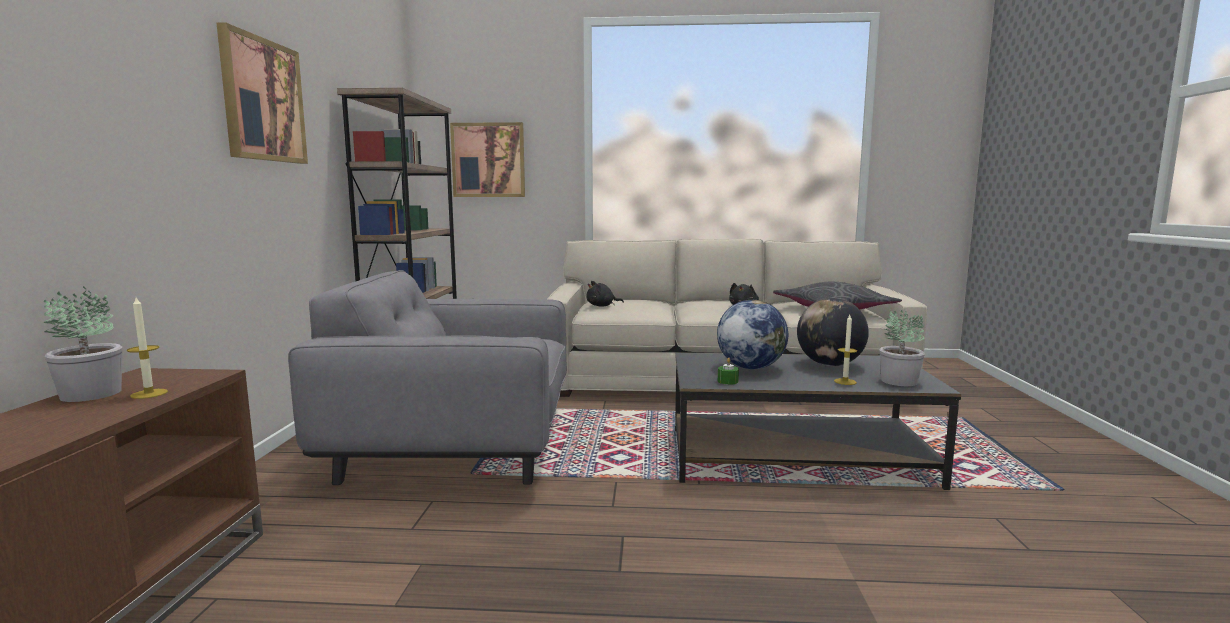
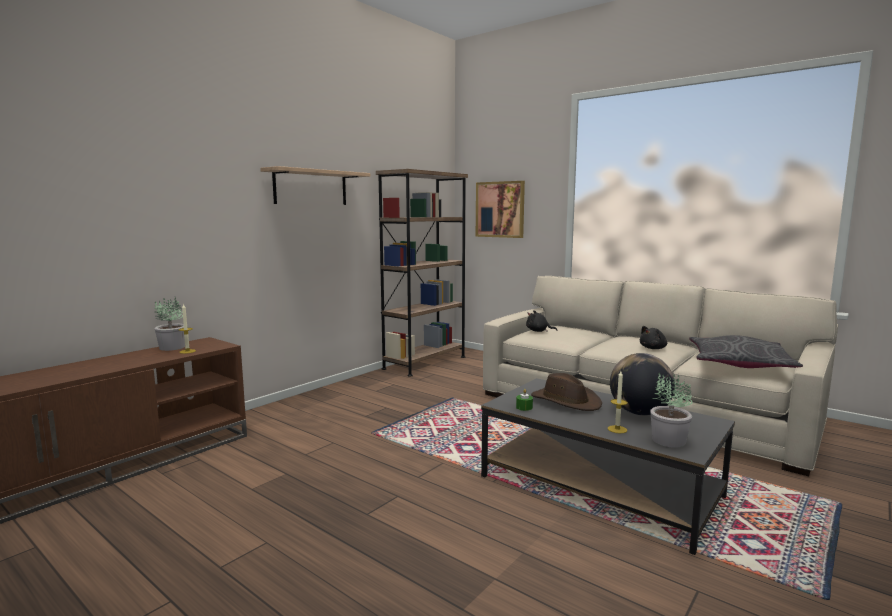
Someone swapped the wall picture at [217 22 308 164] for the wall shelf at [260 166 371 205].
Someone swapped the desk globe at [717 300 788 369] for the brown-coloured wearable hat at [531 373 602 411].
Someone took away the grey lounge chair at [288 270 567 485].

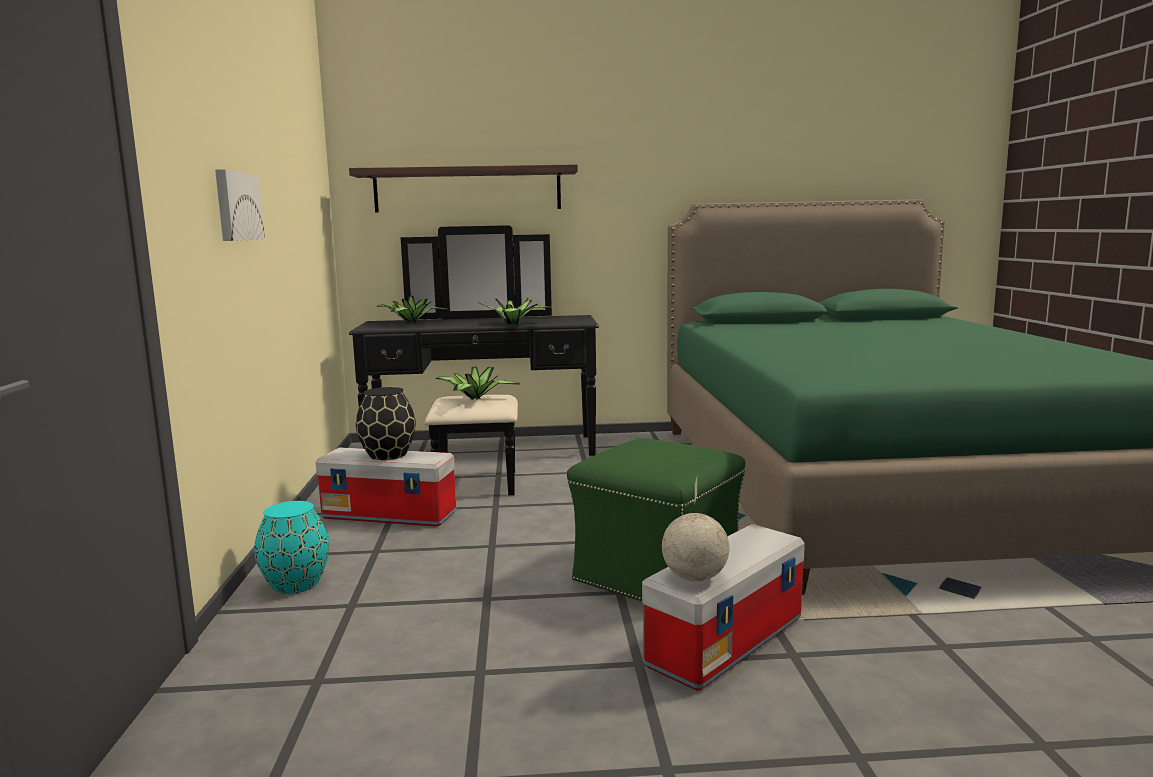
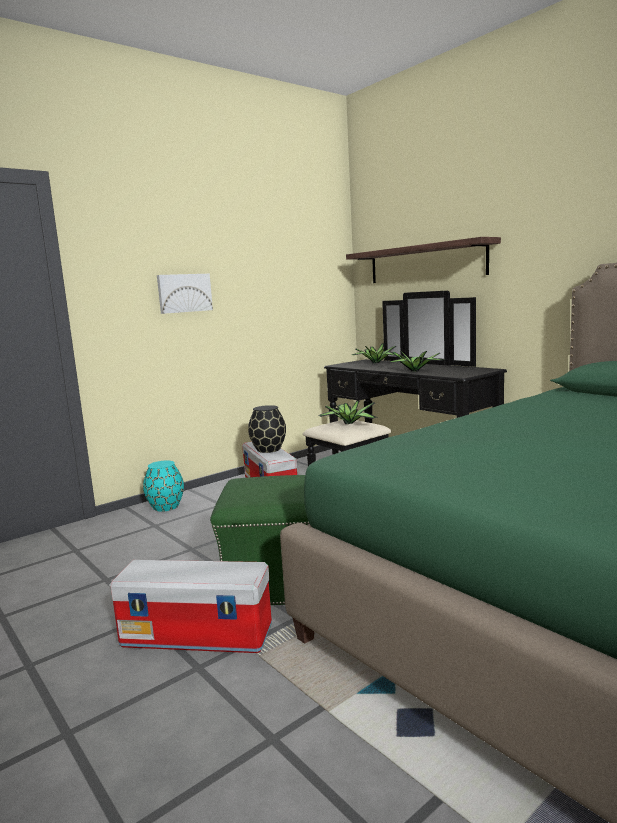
Someone took away the desk globe at [662 478 729 581].

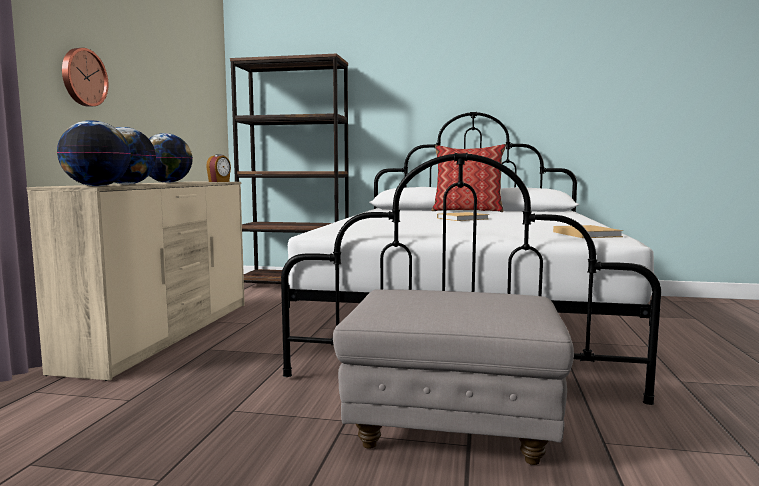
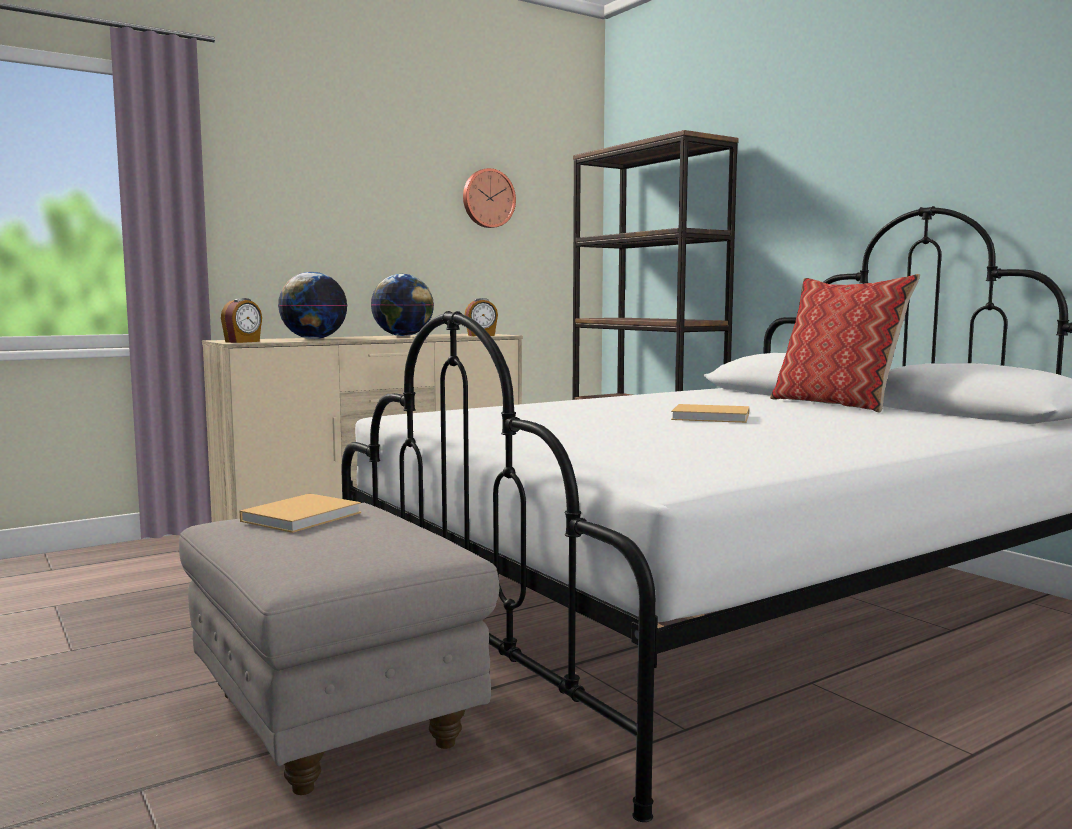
Someone swapped the desk globe at [57 120 131 186] for the alarm clock at [221 298 262 343].
Someone carried the sand-coloured volume from [553 225 623 238] to [240 493 361 533].
Someone carried the hanging clock from [62 48 108 106] to [463 168 516 228].

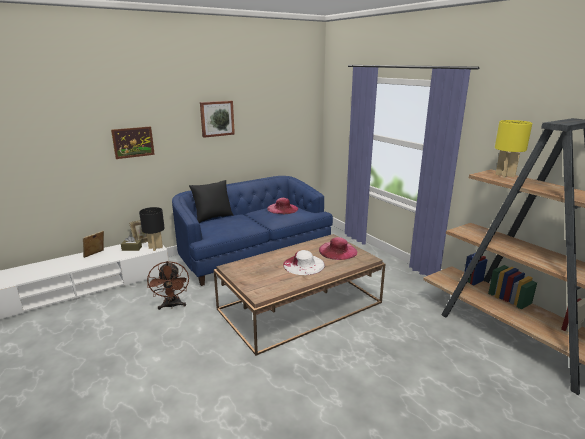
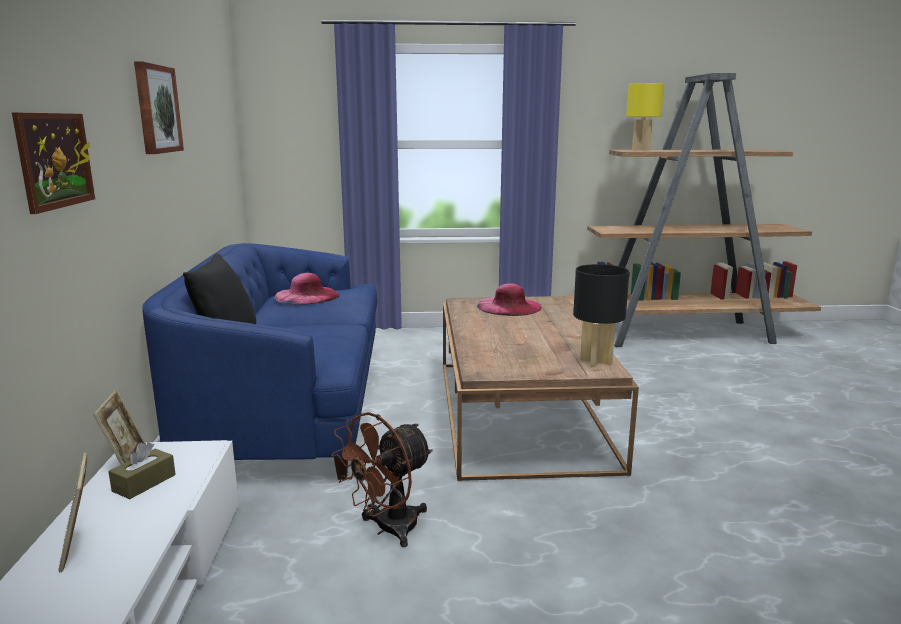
Someone rotated the brown-coloured electric fan at [147 261 189 310] by 120 degrees clockwise.
Someone carried the black-coloured tabletop lamp from [139 207 165 251] to [573 264 629 367].
Someone took away the white-coloured wearable hat at [283 250 325 275].

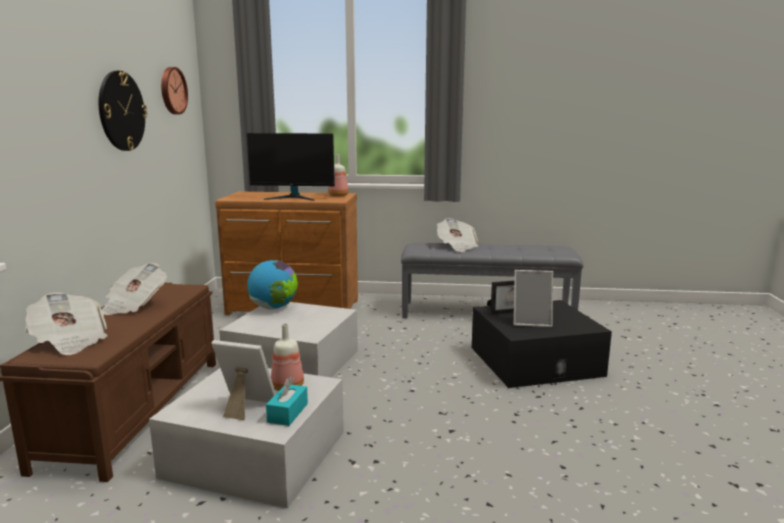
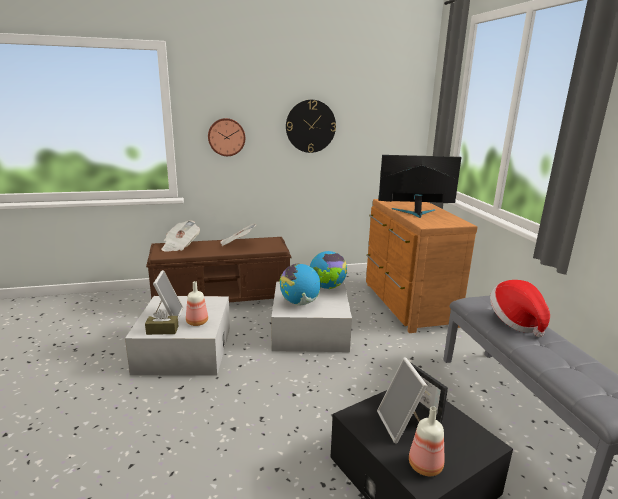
Someone repainted the turquoise-coloured box of tissues at [266 377 308 426], which became the brown-coloured box of tissues at [145 309 178 335].
Someone carried the hanging clock from [161 67 188 114] to [208 118 245 156].
Someone put down the desk globe at [279 263 321 306].
Someone rotated the computer display at [247 133 335 201] by 105 degrees clockwise.
Someone carried the drink bottle from [329 154 349 197] to [409 406 444 476].
Someone swapped the daily paper at [437 218 479 252] for the wearable hat at [490 280 550 337].

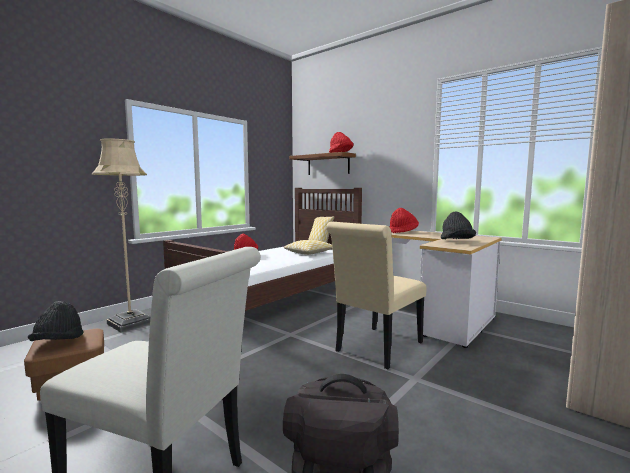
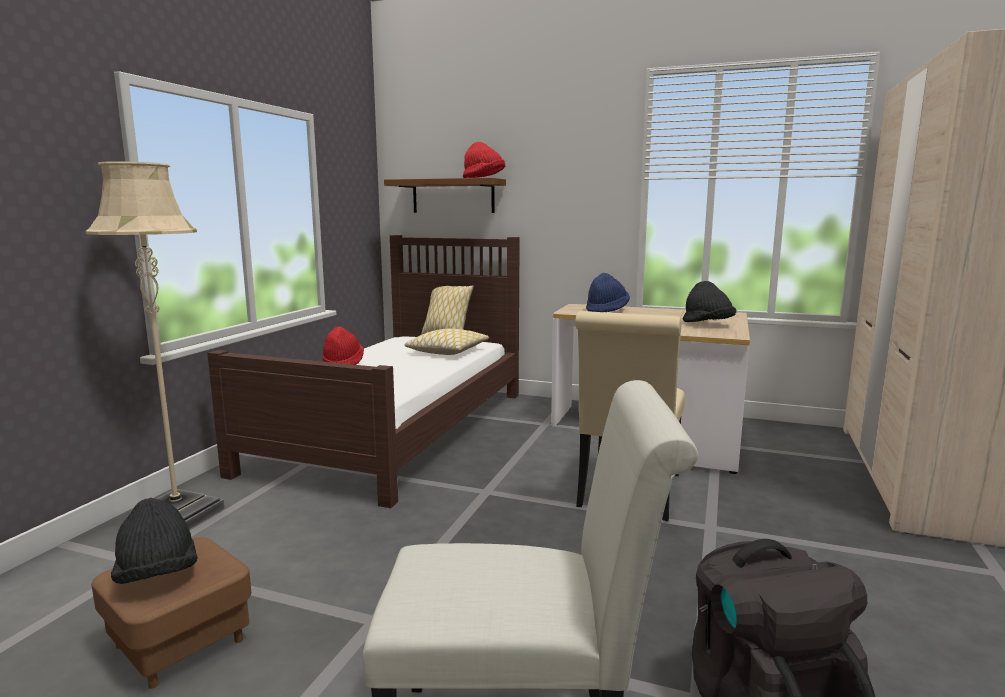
Someone repainted the red wearable hat at [390 208 419 233], which became the bluish wearable hat at [586 273 630 312].

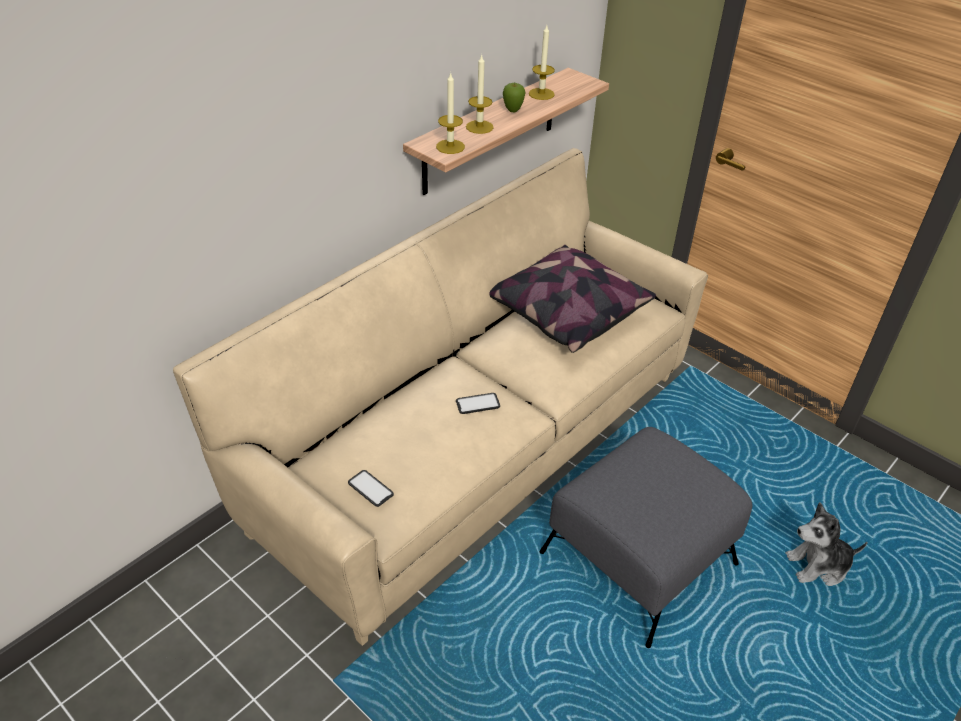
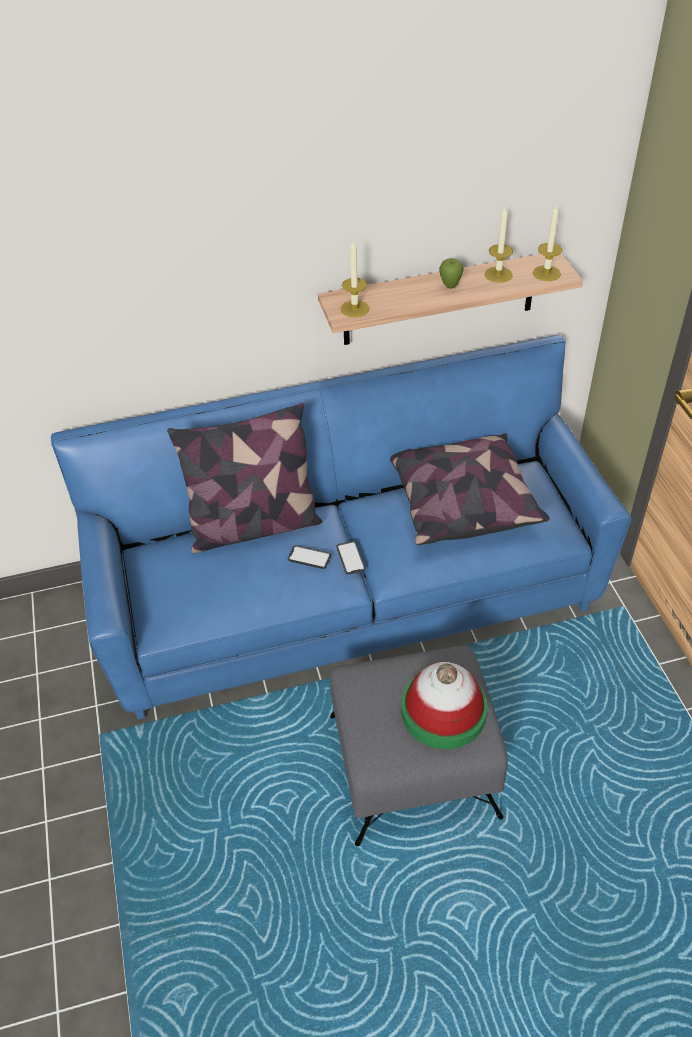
Someone repainted the sand-coloured sofa at [173 148 708 646], which became the bluish sofa at [51 335 632 720].
Someone put down the throw pillow at [167 403 322 553].
Someone carried the telephone from [348 470 394 507] to [336 541 365 575].
Someone put down the wearable hat at [401 662 488 749].
Someone carried the candle from [466 54 494 134] to [533 204 562 281].
Someone took away the plush toy at [785 502 868 586].

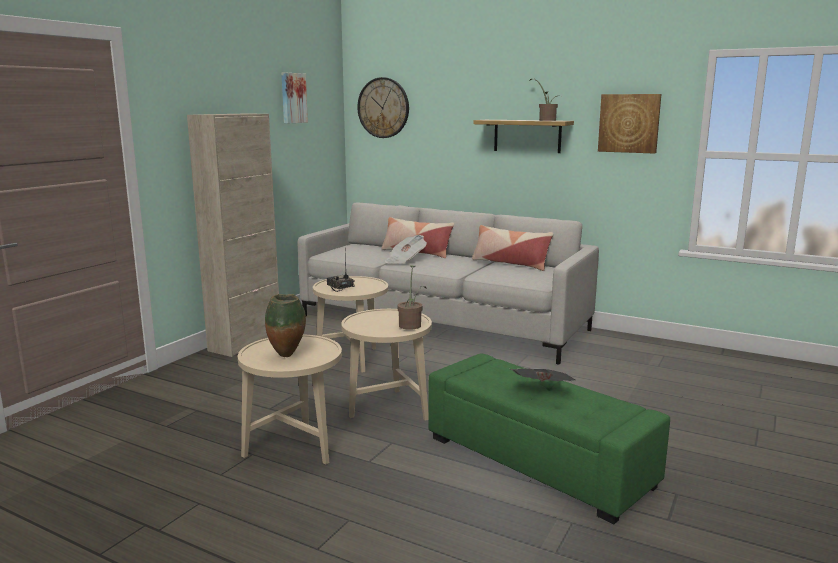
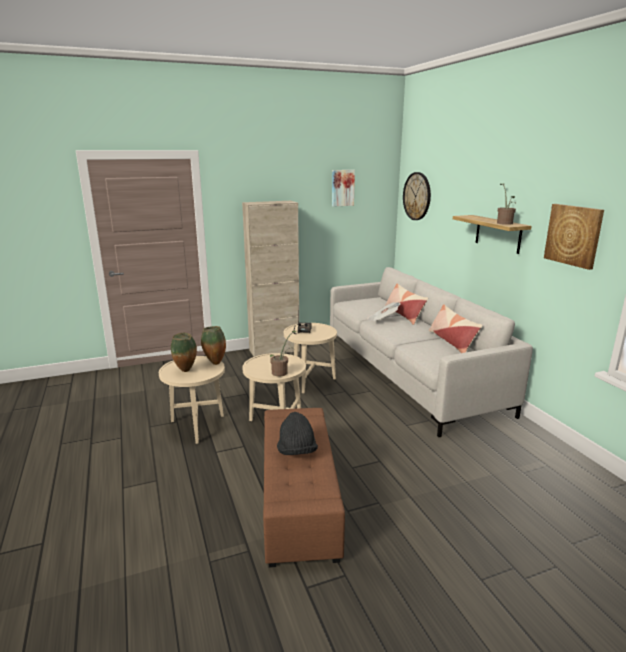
Someone put down the flower vase at [201 326 226 365].
Someone repainted the greenish pouffe at [428 354 670 524], which became the brown-coloured pouffe at [263 408 345 568].
Someone swapped the daily paper at [511 368 575 381] for the black-coloured wearable hat at [277 412 318 455].

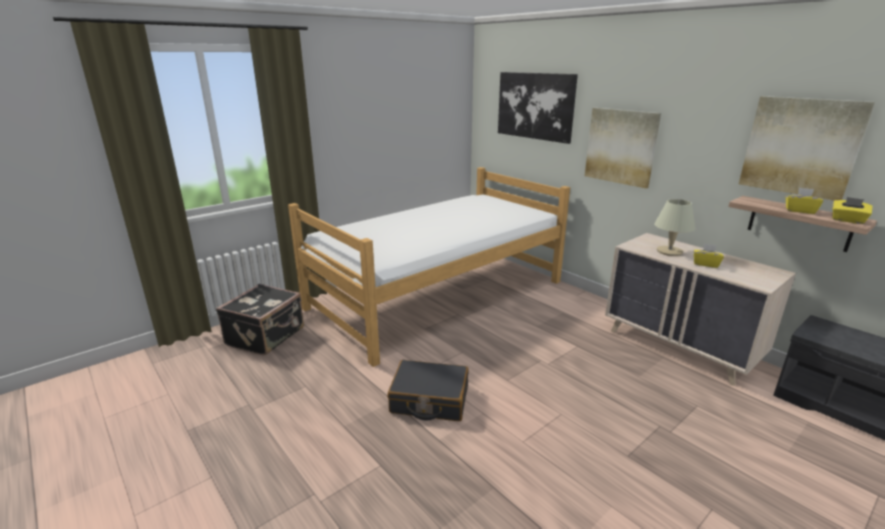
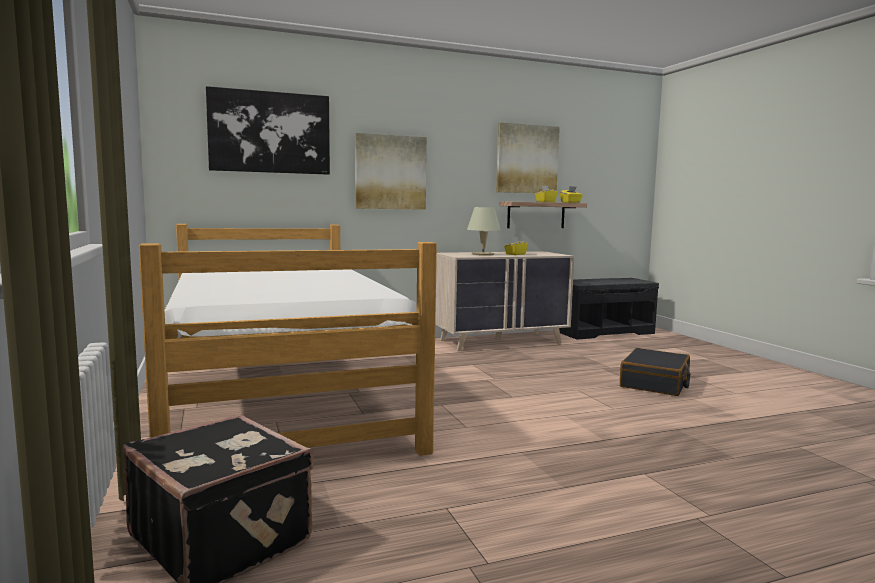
Someone carried the black-coloured travel case from [388 360 468 421] to [620 348 690 396].

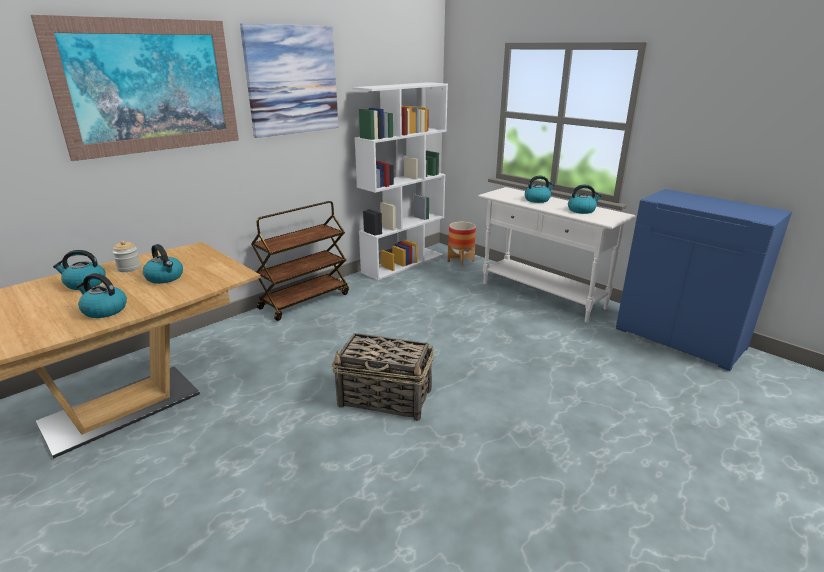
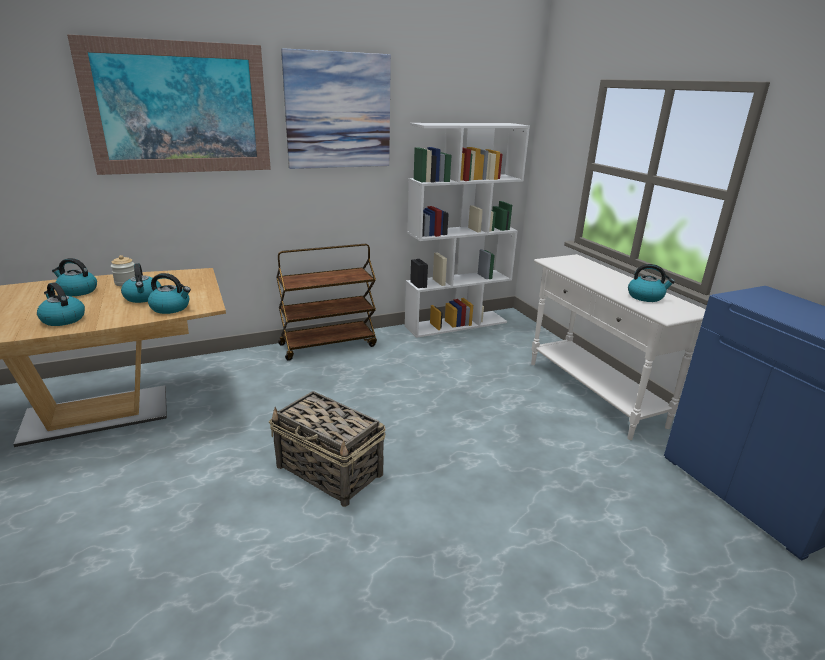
Someone carried the kettle from [525 175 555 203] to [148 273 191 314].
Someone took away the plant pot at [447 222 476 267].

